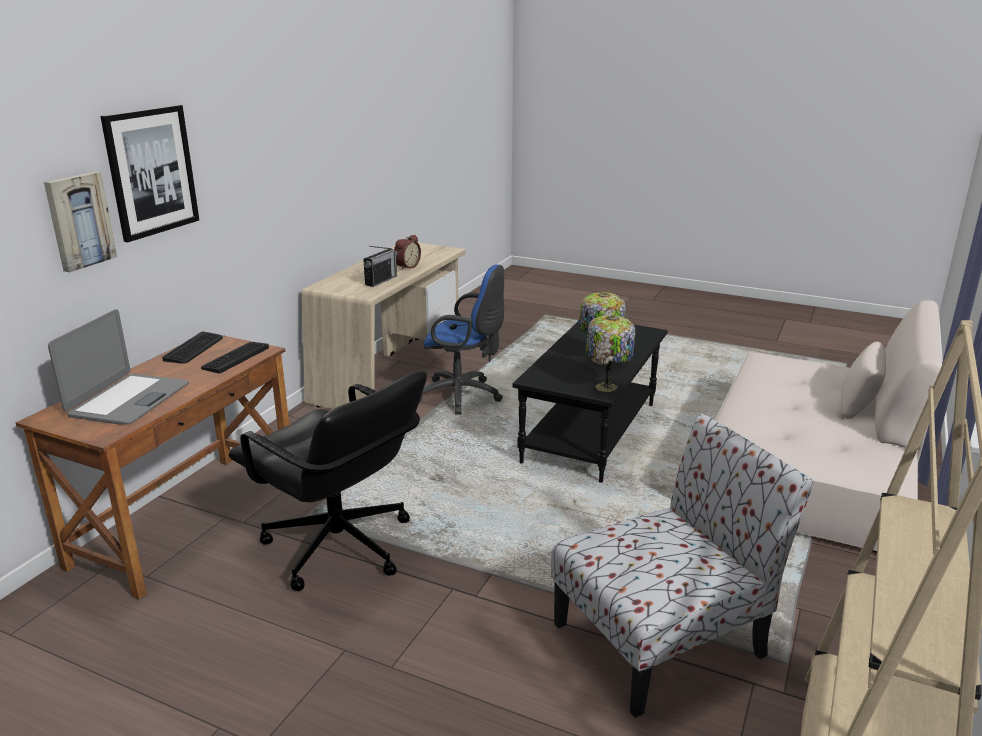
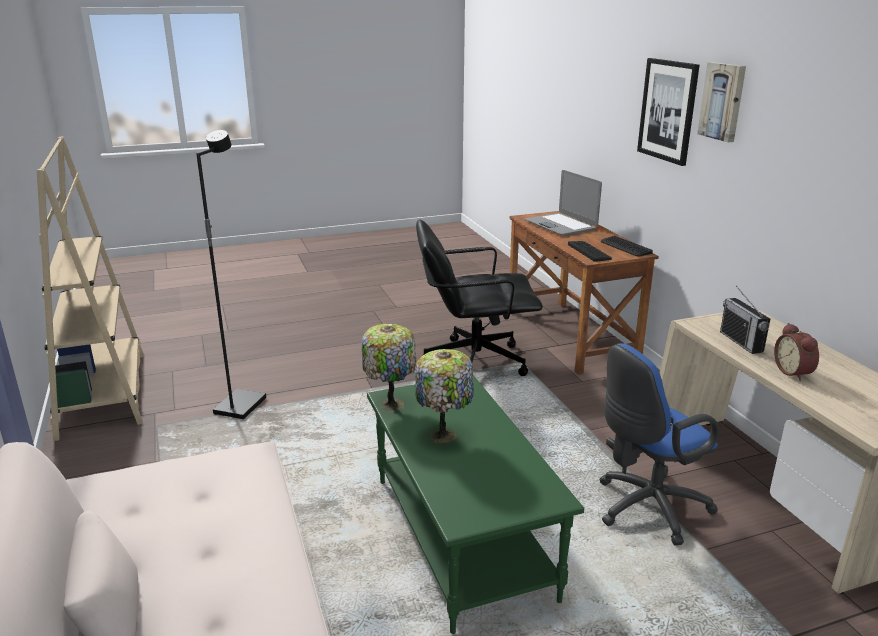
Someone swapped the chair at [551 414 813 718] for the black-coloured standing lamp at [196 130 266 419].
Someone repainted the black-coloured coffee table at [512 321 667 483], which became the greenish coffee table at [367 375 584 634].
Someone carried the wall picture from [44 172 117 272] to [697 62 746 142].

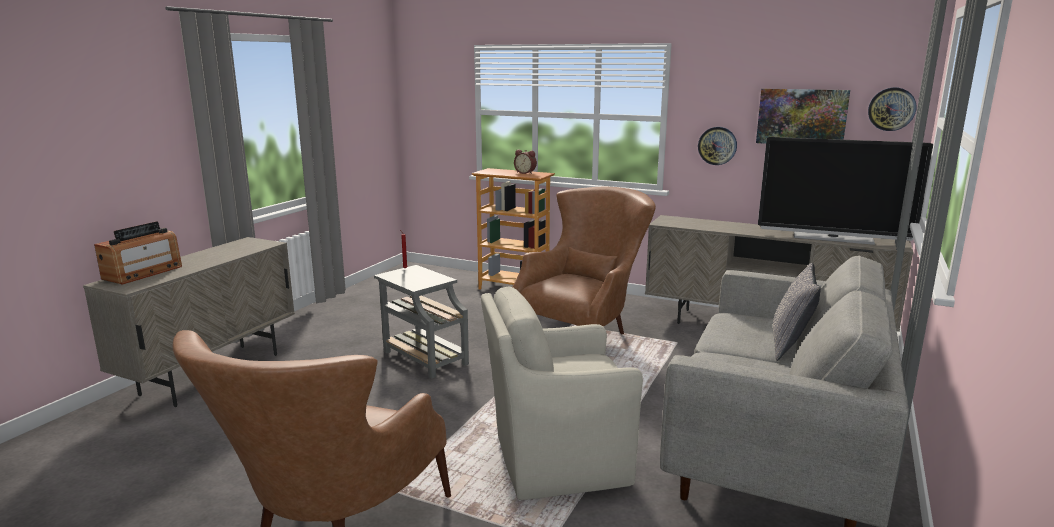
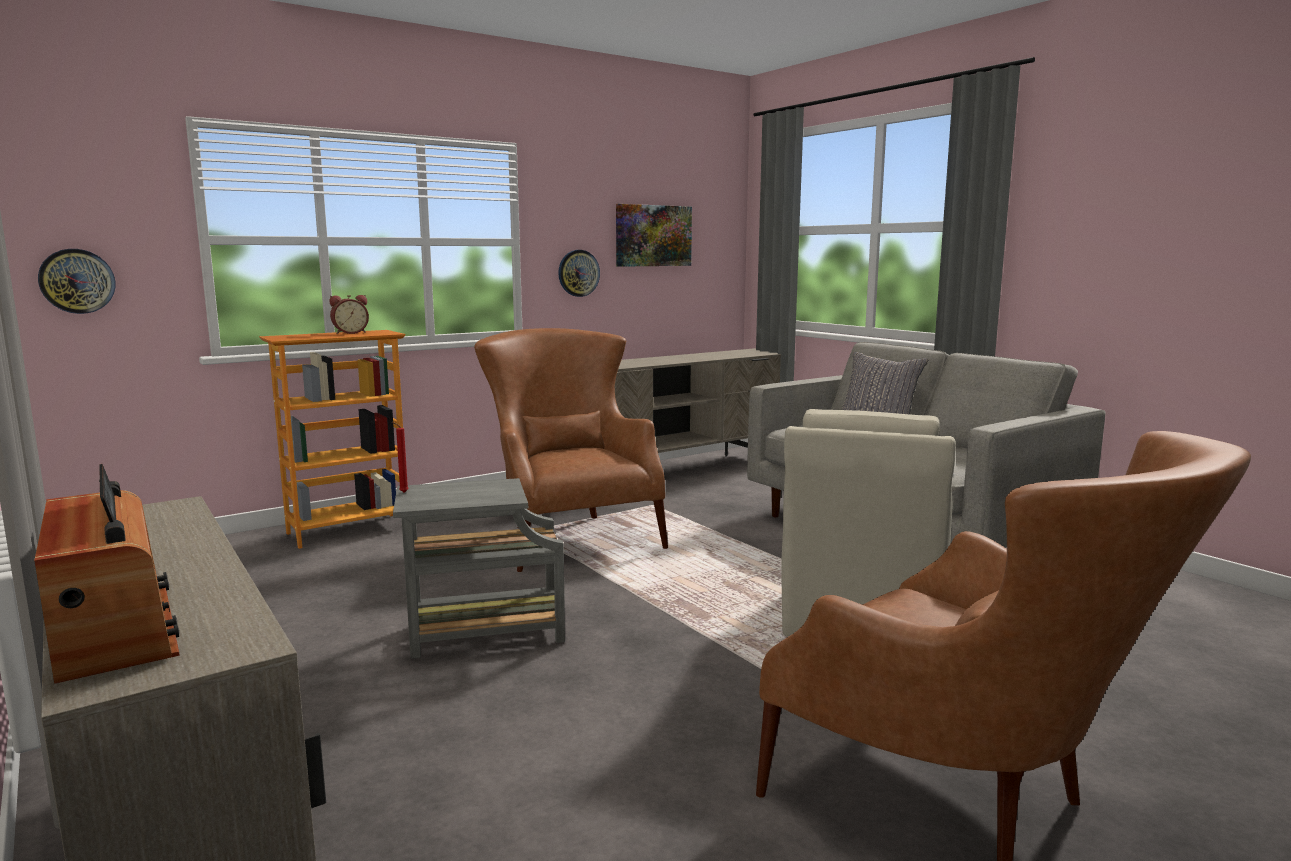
Someone carried the hanging clock from [868 87 917 131] to [38 249 115 314].
Someone took away the TV at [758 137 933 245].

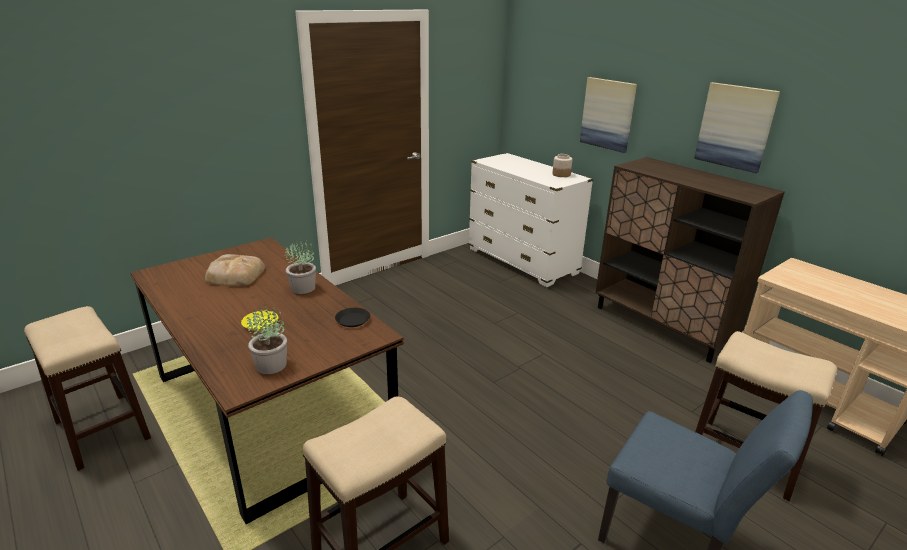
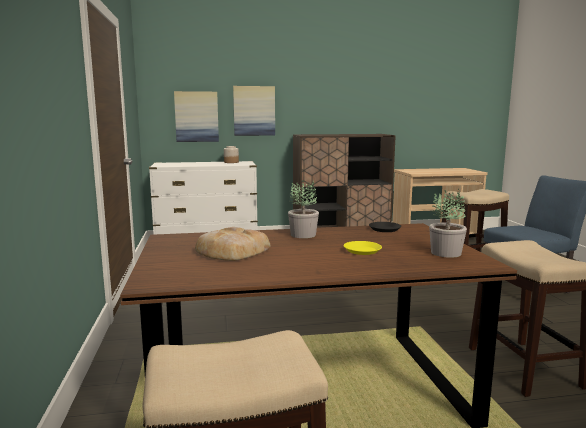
Someone carried the wall picture from [694 82 780 173] to [174 91 219 142].

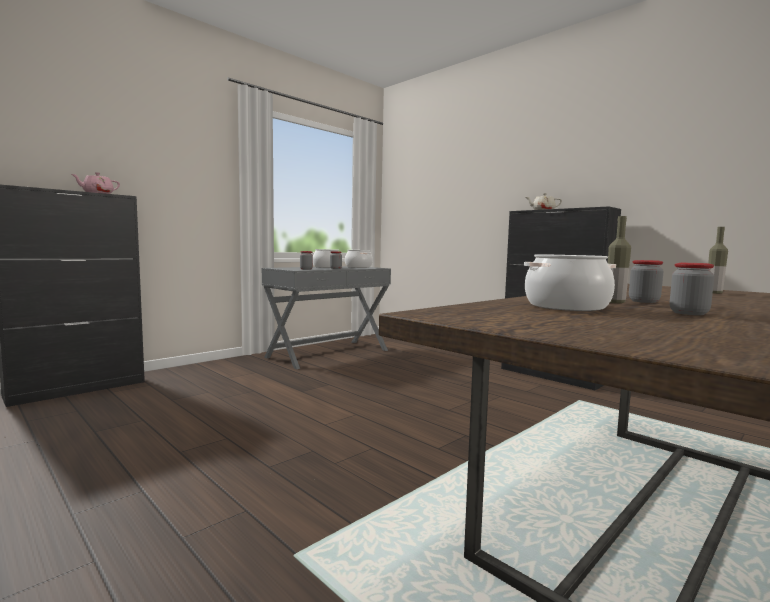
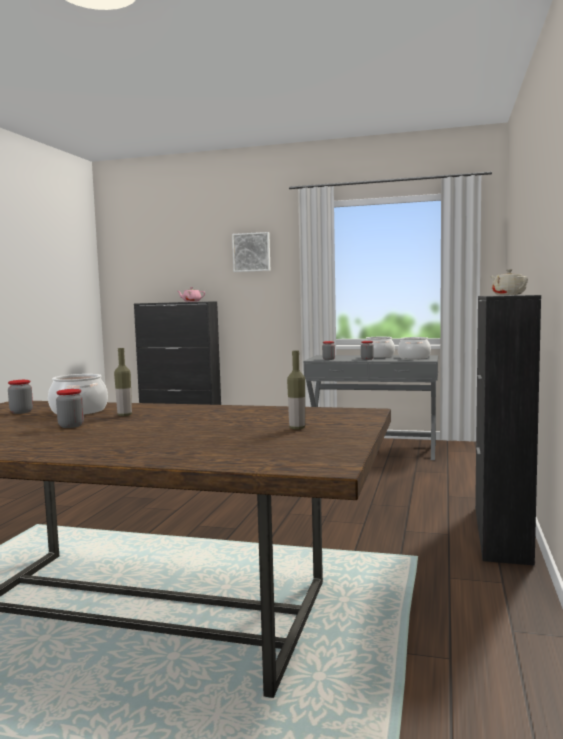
Someone carried the storage jar from [629 260 664 303] to [8 380 33 414].
Someone put up the wall picture at [232 232 270 272].

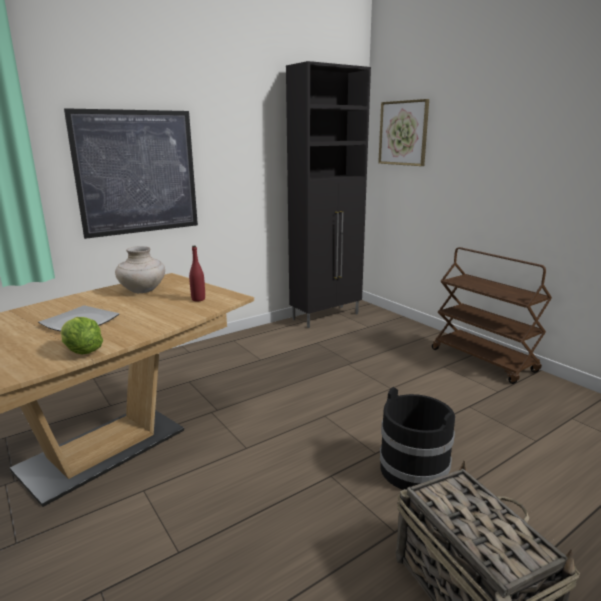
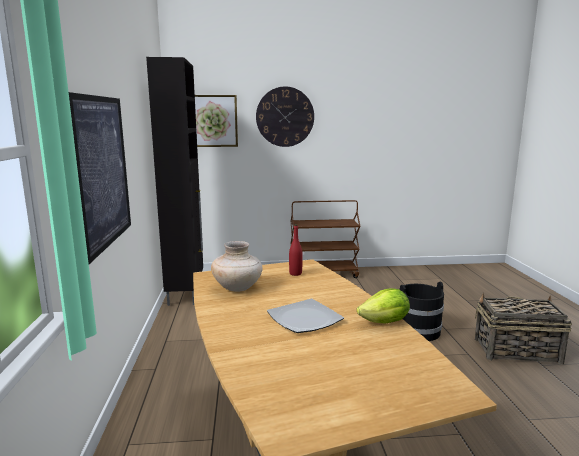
Someone put up the hanging clock at [256 86 314 147].

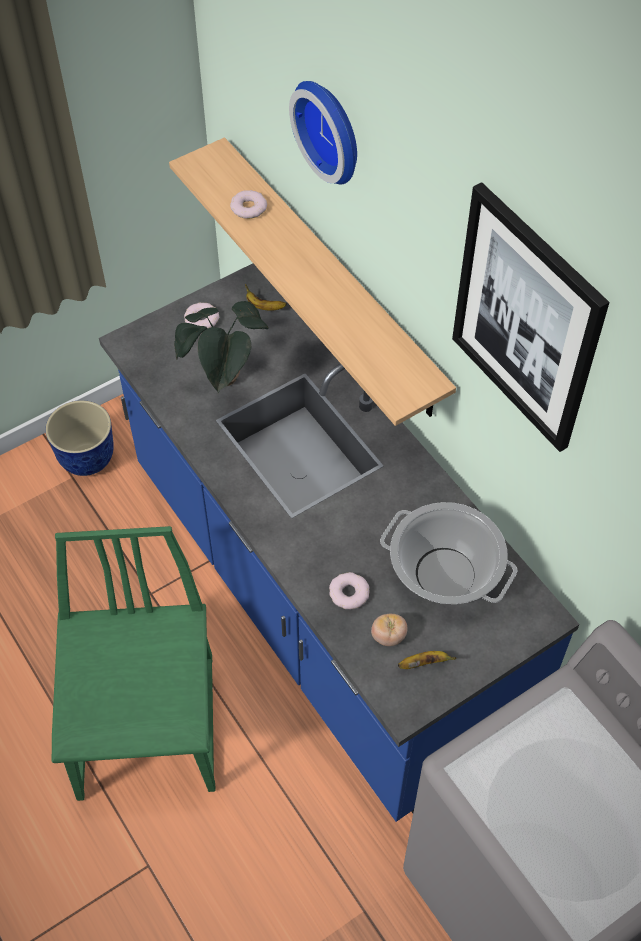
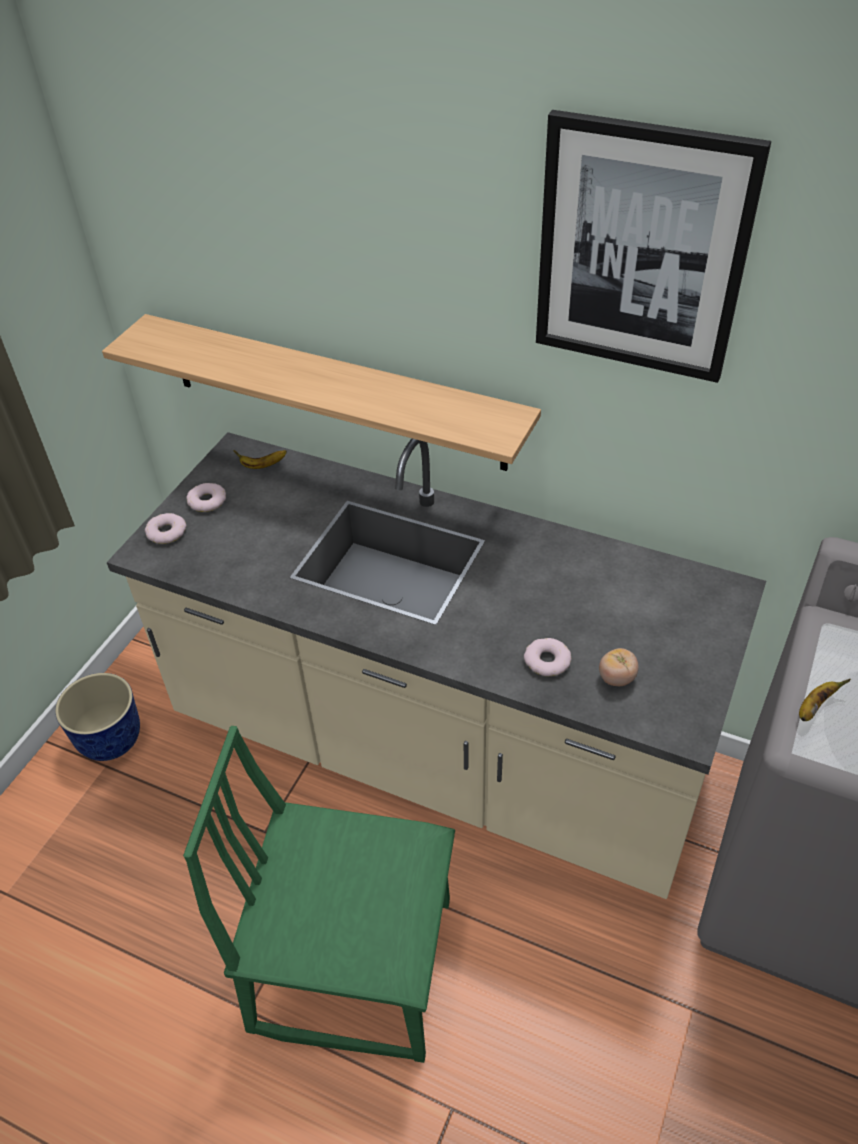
Someone repainted the bluish kitchen counter at [99 264 579 822], which became the sand-coloured kitchen counter at [107 432 766 899].
Someone carried the donut from [230 190 267 219] to [145 513 187 544].
Someone rotated the greenish chair at [52 526 215 801] by 45 degrees counterclockwise.
Someone carried the banana from [398 651 456 669] to [799 679 851 721].
Someone took away the plant in a pot at [174 301 269 394].
Someone took away the hanging clock at [289 81 357 185].
Someone took away the stockpot at [380 502 517 604].

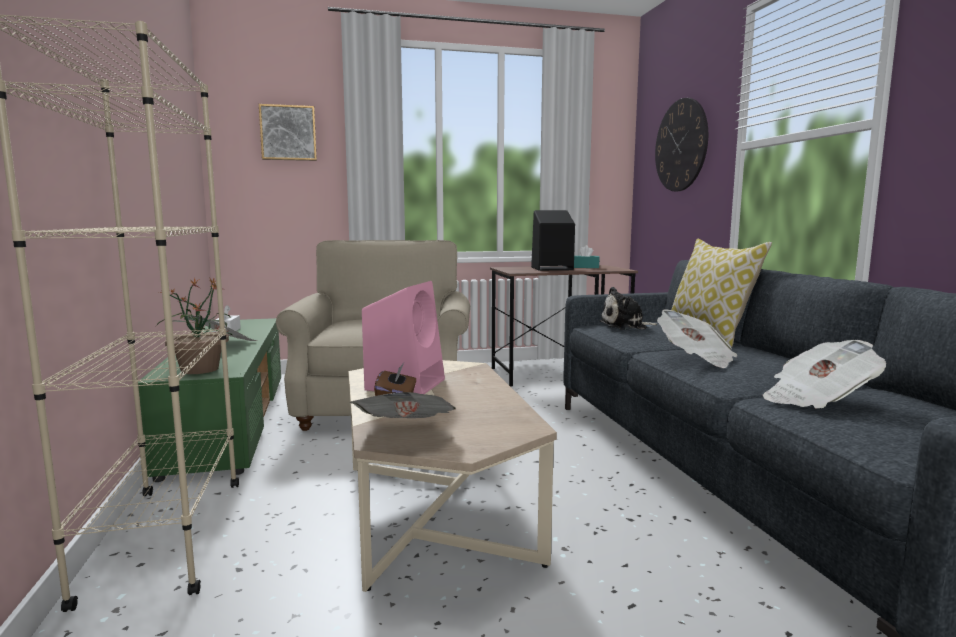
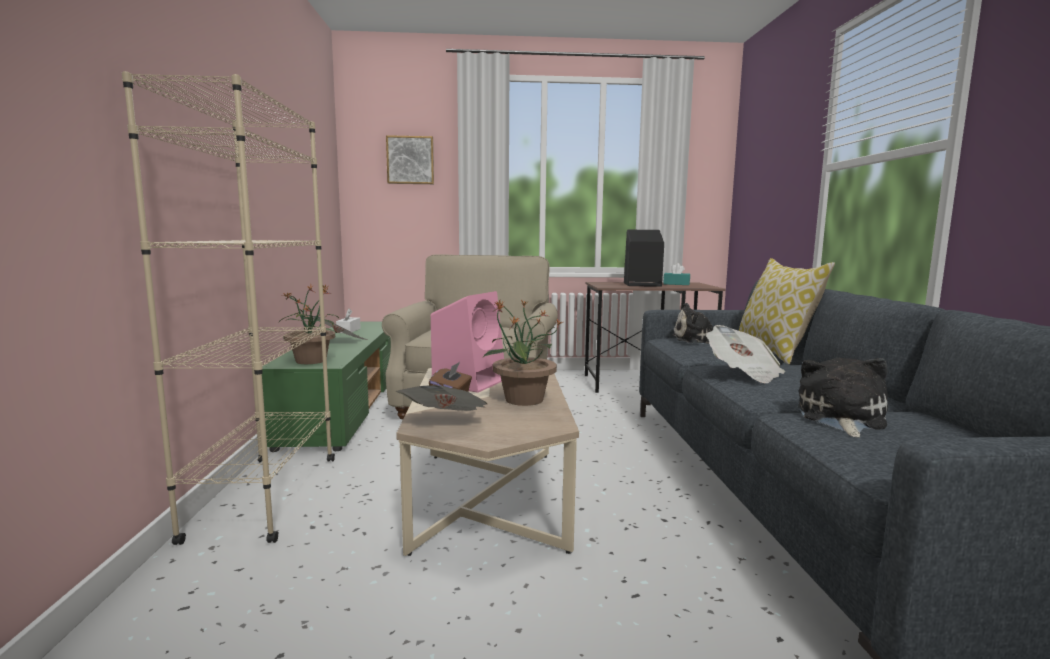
Someone put down the plant in a pot at [482 299 563 406].
Someone swapped the daily paper at [763 340 886 409] for the plush toy at [798 358 888 438].
Someone took away the hanging clock at [655 98 708 191].

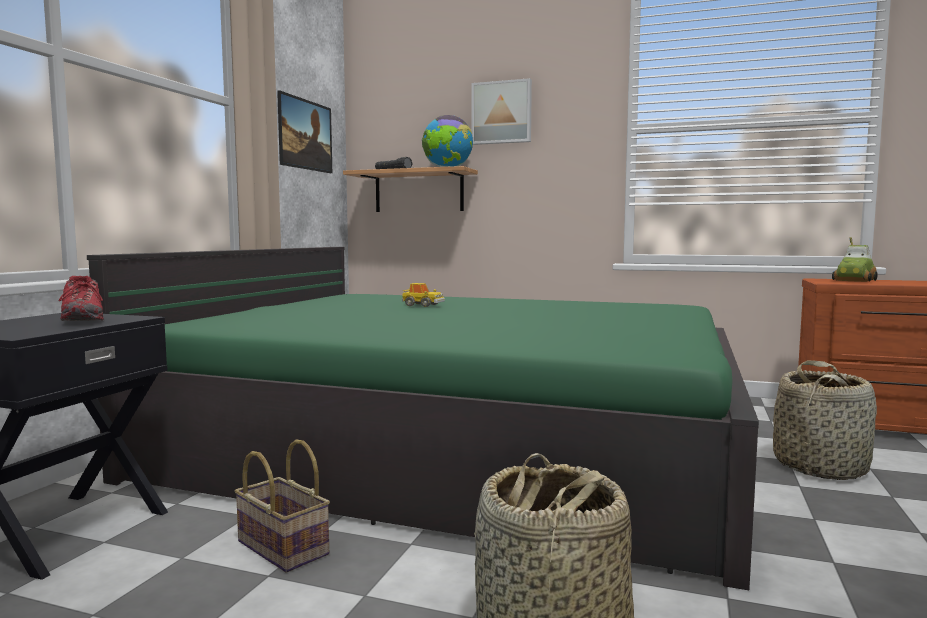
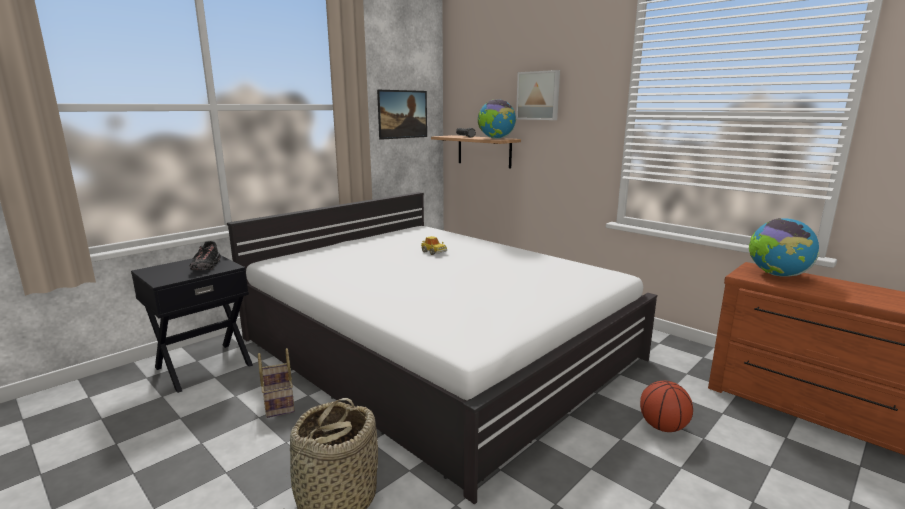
Someone repainted the red low shoe at [59 276 104 321], which became the black-coloured low shoe at [190 241 221 270].
Someone repainted the greenish sleeping bed at [87 247 759 590], which became the white-coloured sleeping bed at [227 192 657 505].
Someone swapped the storage basket at [773 360 877 480] for the basketball at [640 381 693 432].
Someone swapped the model car at [832 237 878 282] for the desk globe at [749 218 819 277].

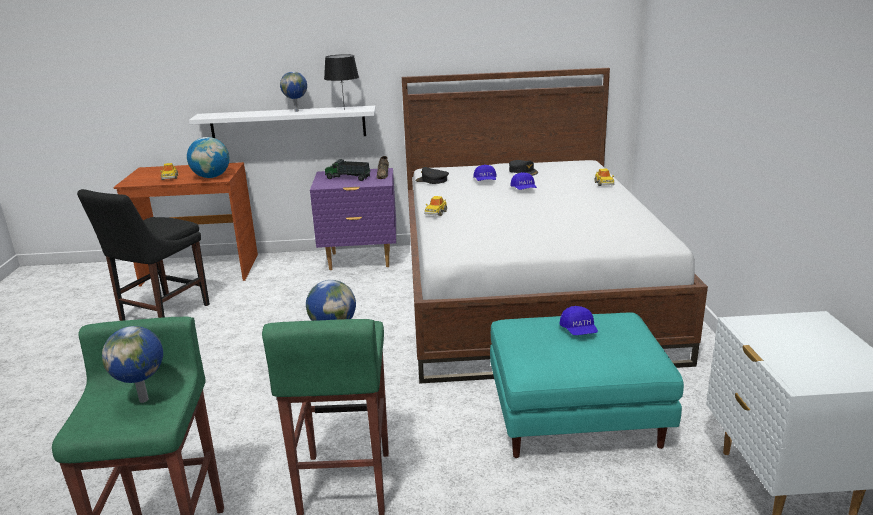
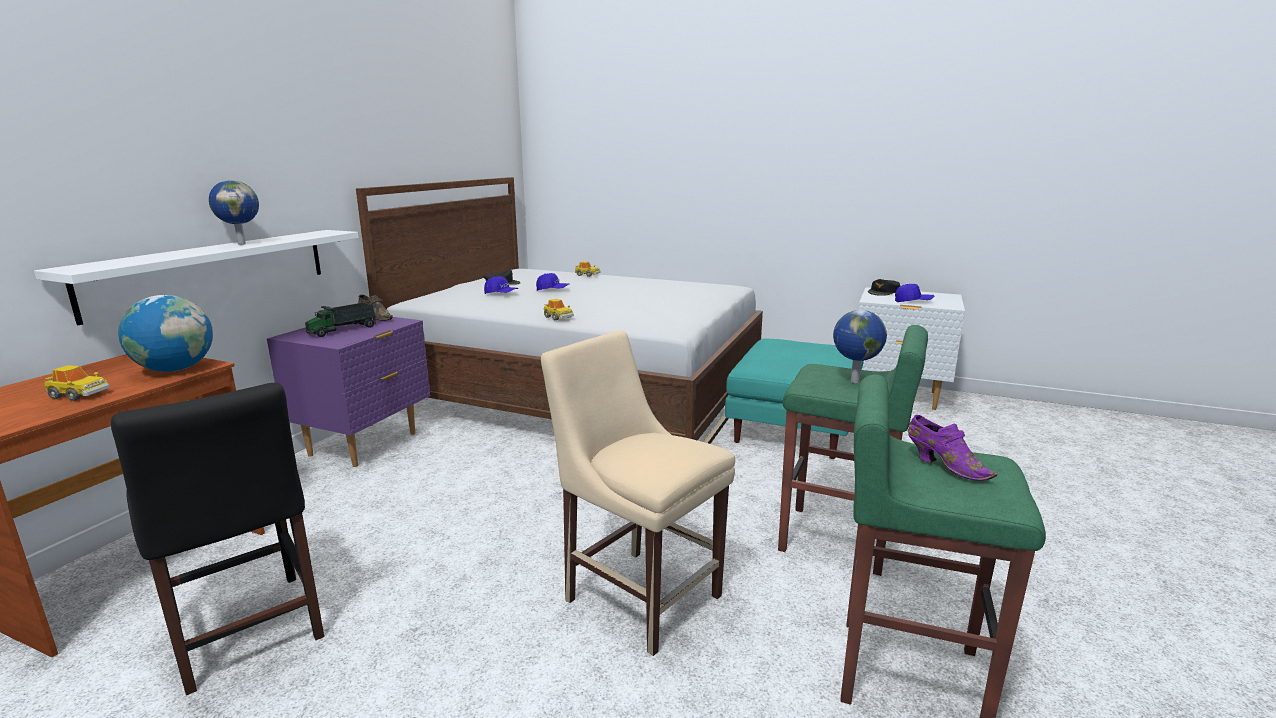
Someone put down the sand-coloured chair at [541 330 735 656].
Someone carried the black-coloured cap from [415 167 449 184] to [868 279 900 296].
Someone carried the bluish cap from [560 306 598 335] to [895 284 934 302].
Someone swapped the desk globe at [102 326 163 403] for the purple low shoe at [908 415 997 481].
Someone took away the black-coloured tabletop lamp at [324 54 359 110].

